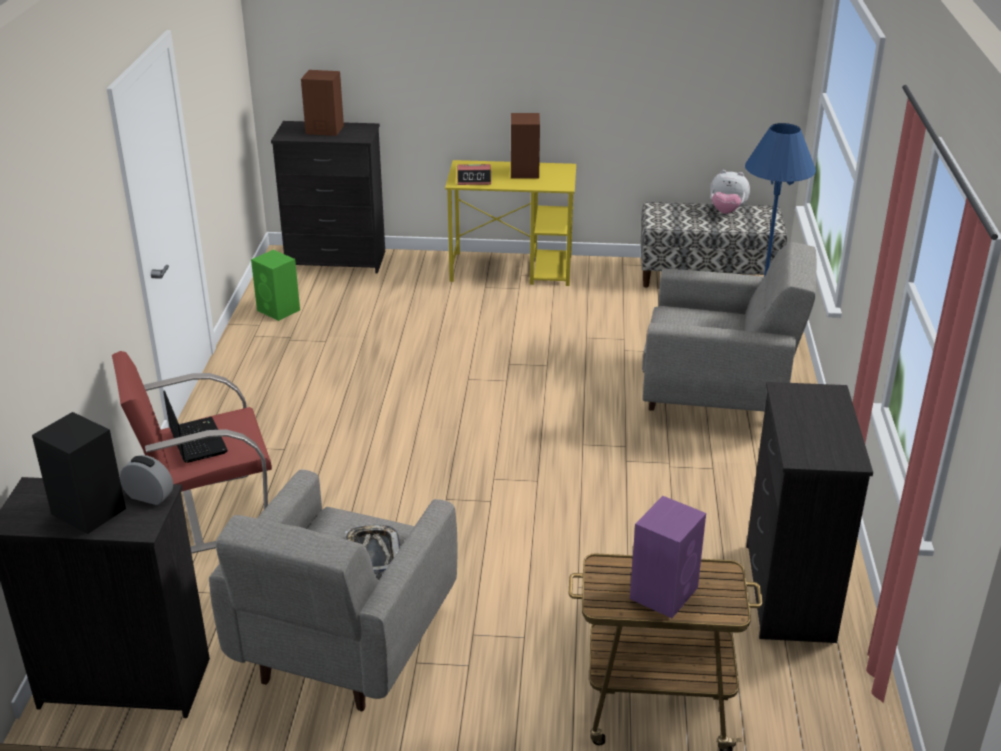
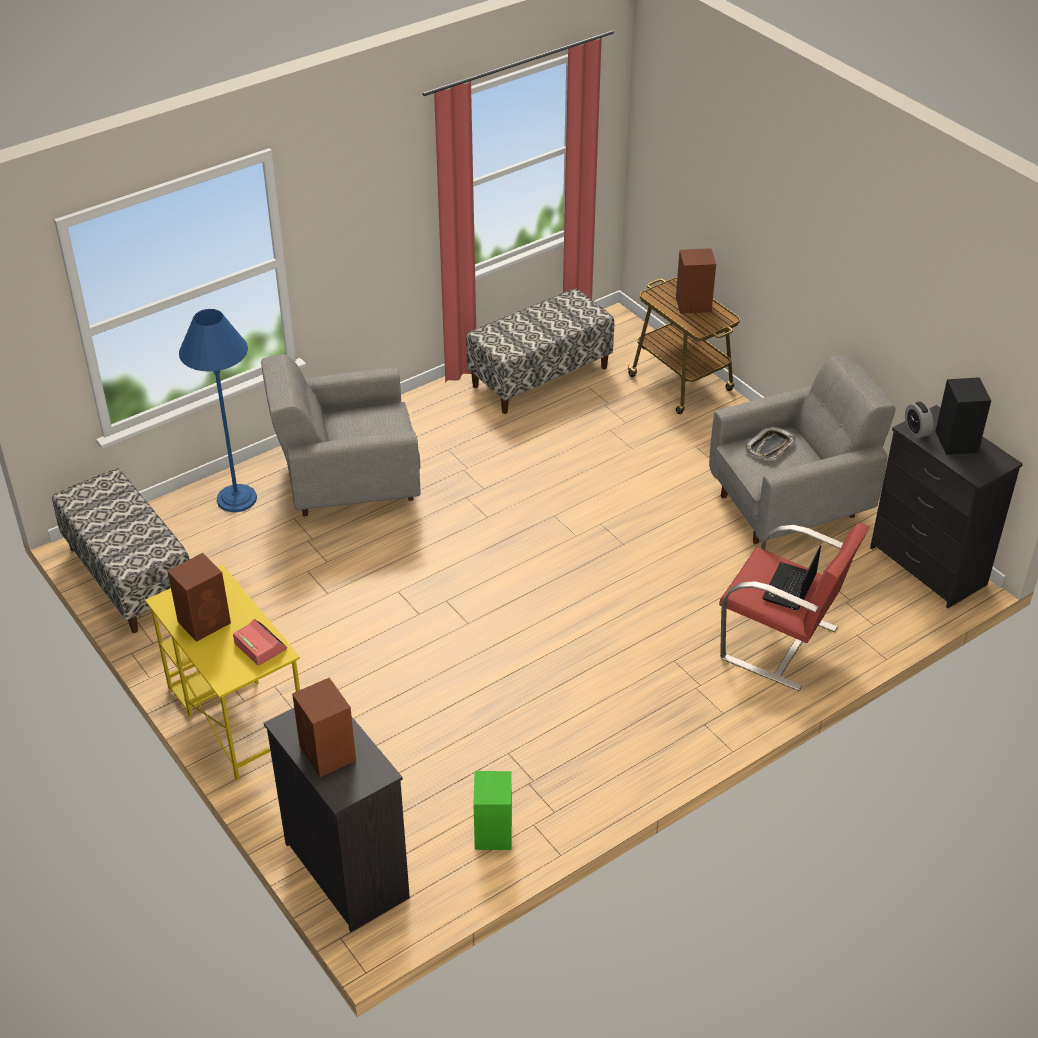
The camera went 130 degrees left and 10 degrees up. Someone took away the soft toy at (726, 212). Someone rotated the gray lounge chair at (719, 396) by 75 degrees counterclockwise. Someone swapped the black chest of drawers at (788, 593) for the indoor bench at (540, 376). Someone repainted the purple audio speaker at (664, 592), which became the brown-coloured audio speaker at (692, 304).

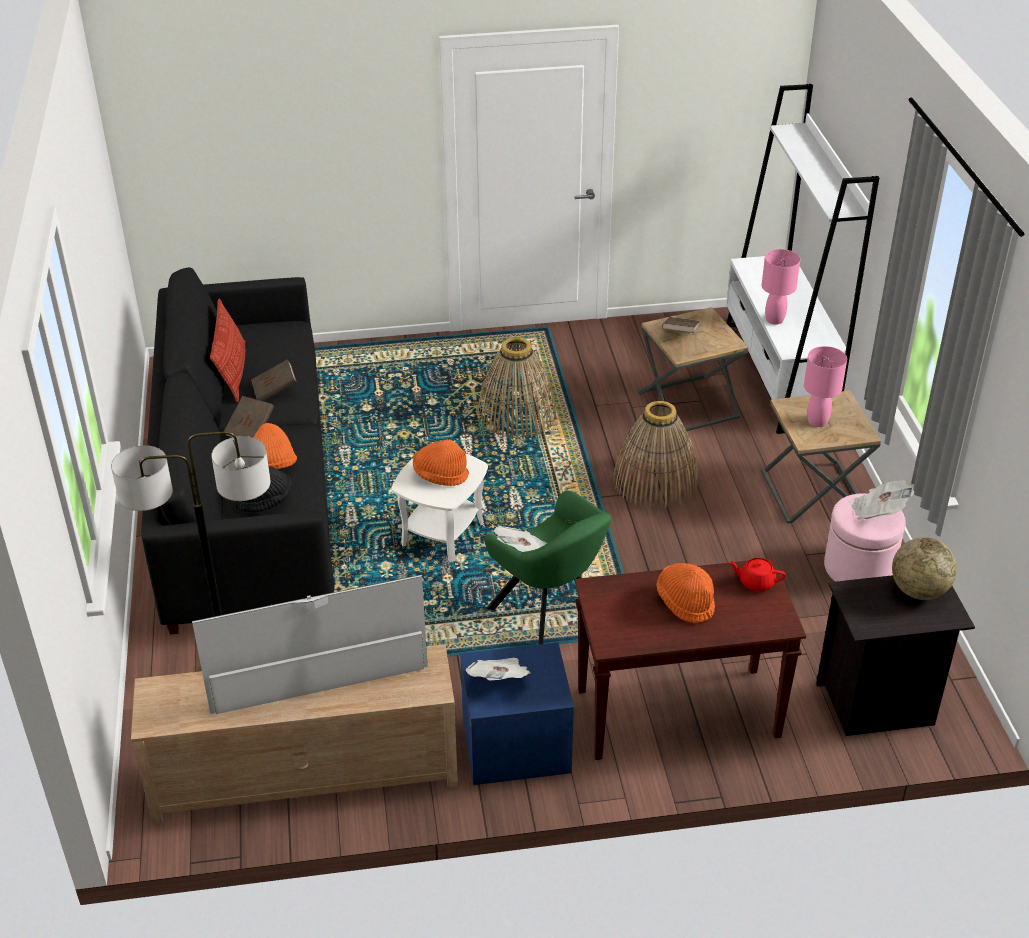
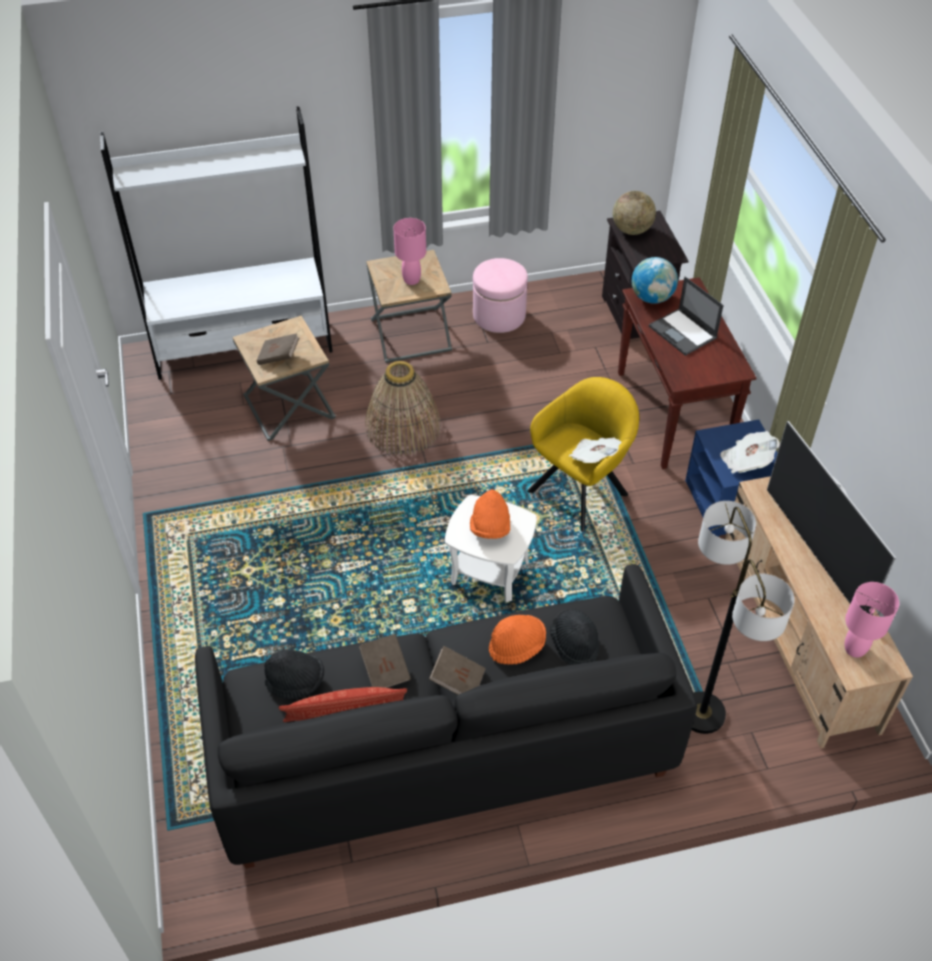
The camera went 95 degrees left and 10 degrees up. Someone carried the pinkish tabletop lamp from (774, 319) to (854, 649). Someone took away the household basket at (516, 415). Someone took away the newspaper at (878, 511). Someone repainted the green lounge chair at (550, 614), which became the yellowish lounge chair at (581, 490). Someone swapped the red-coloured teapot at (756, 582) for the world globe at (652, 298). Someone swapped the orangey hat at (685, 602) for the portable computer at (683, 332). Someone put down the black hat at (296, 682).

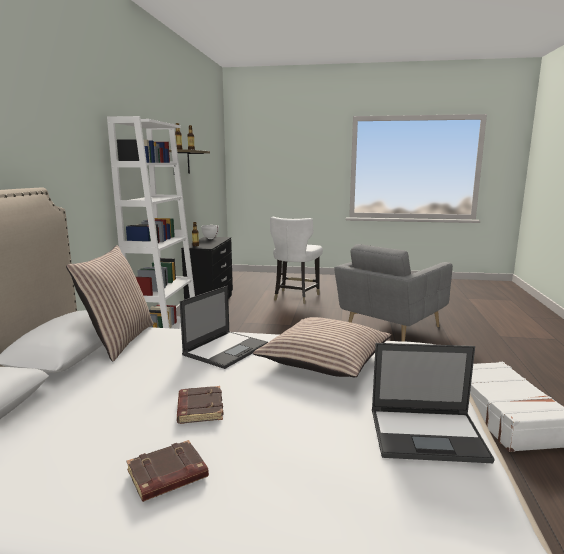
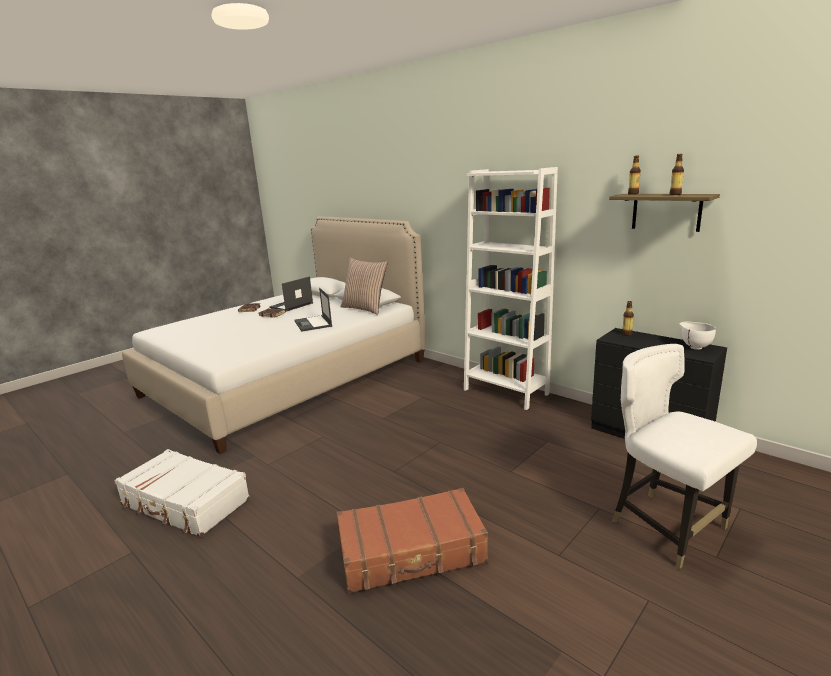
The camera went 125 degrees right and 5 degrees up. Someone swapped the gray lounge chair at (390, 330) for the brown-coloured piece of luggage at (412, 552). Someone took away the throw pillow at (324, 359). Someone carried the portable computer from (428, 434) to (291, 305).

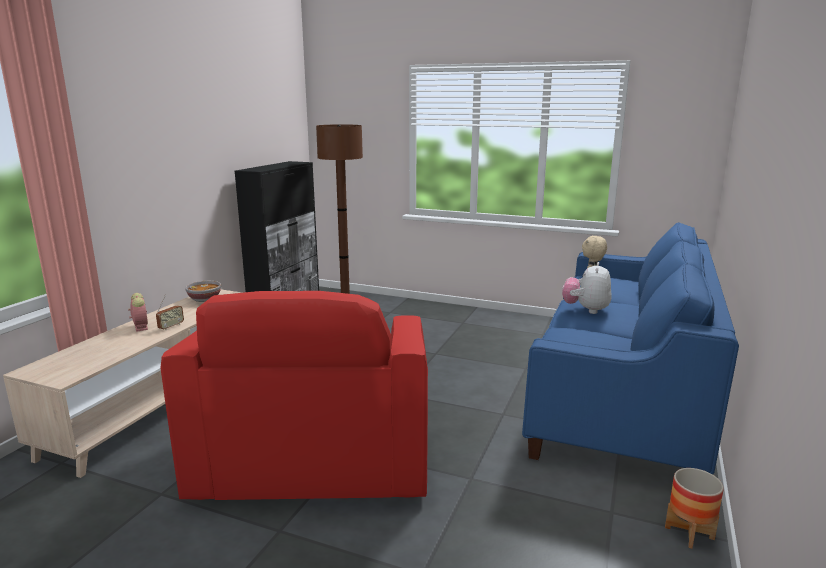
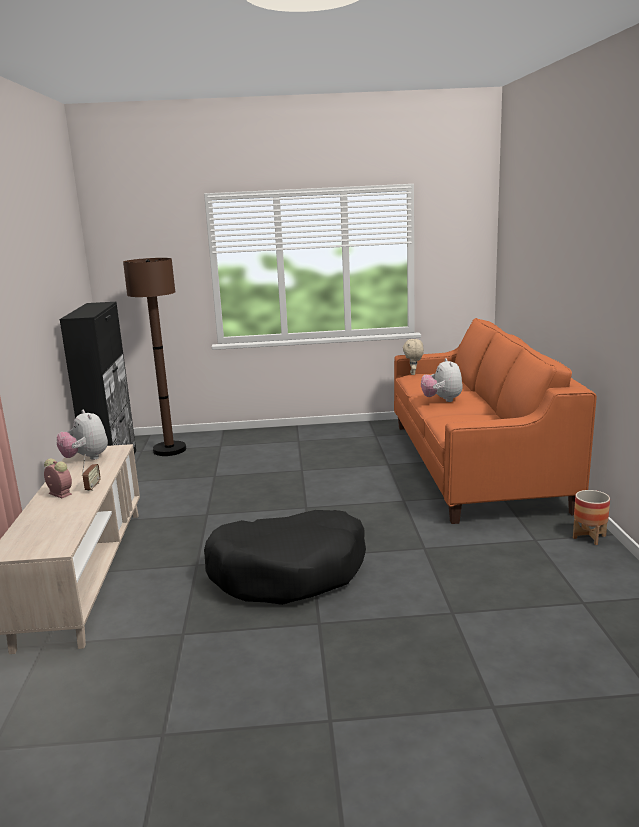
The camera went 25 degrees left and 0 degrees up. Someone repainted the blue settee at (621, 392), which became the orangey settee at (474, 464). Someone swapped the serving bowl at (204, 299) for the soft toy at (86, 458). Someone swapped the red-coloured lounge chair at (314, 459) for the black dog bed at (289, 571).

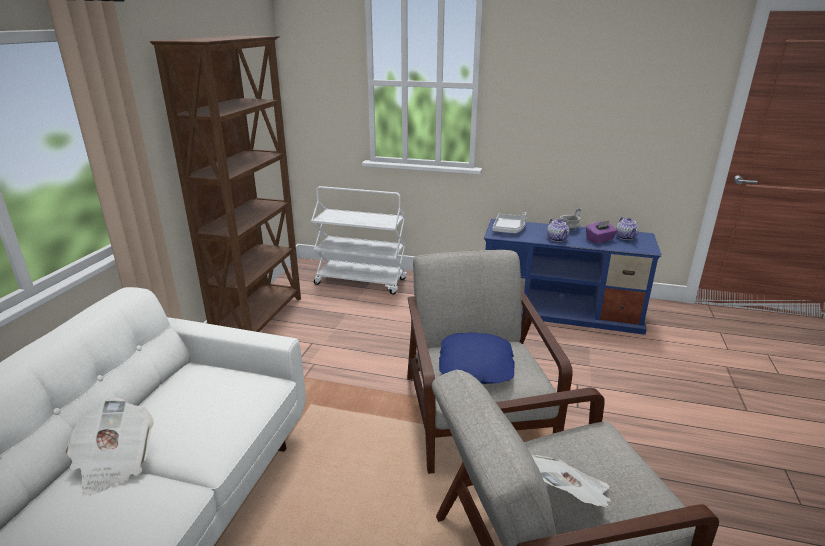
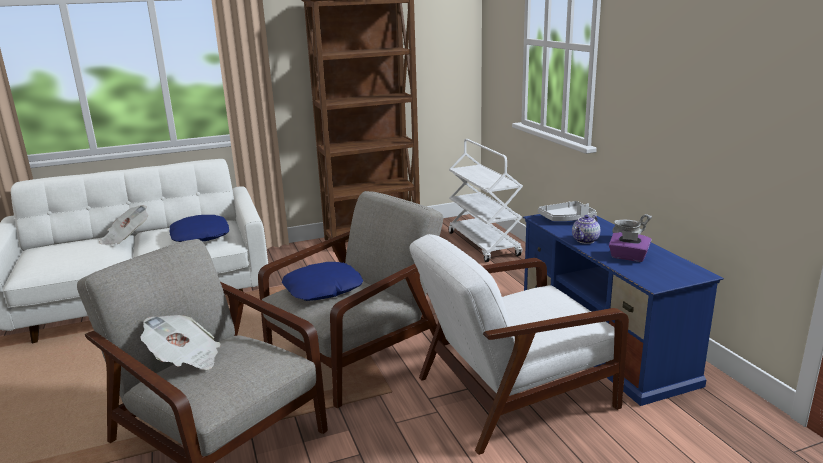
The camera went 55 degrees right and 5 degrees down. Someone took away the teapot at (626, 237). Someone put down the blue throw pillow at (201, 235). Someone put down the white-coloured lounge chair at (512, 393).

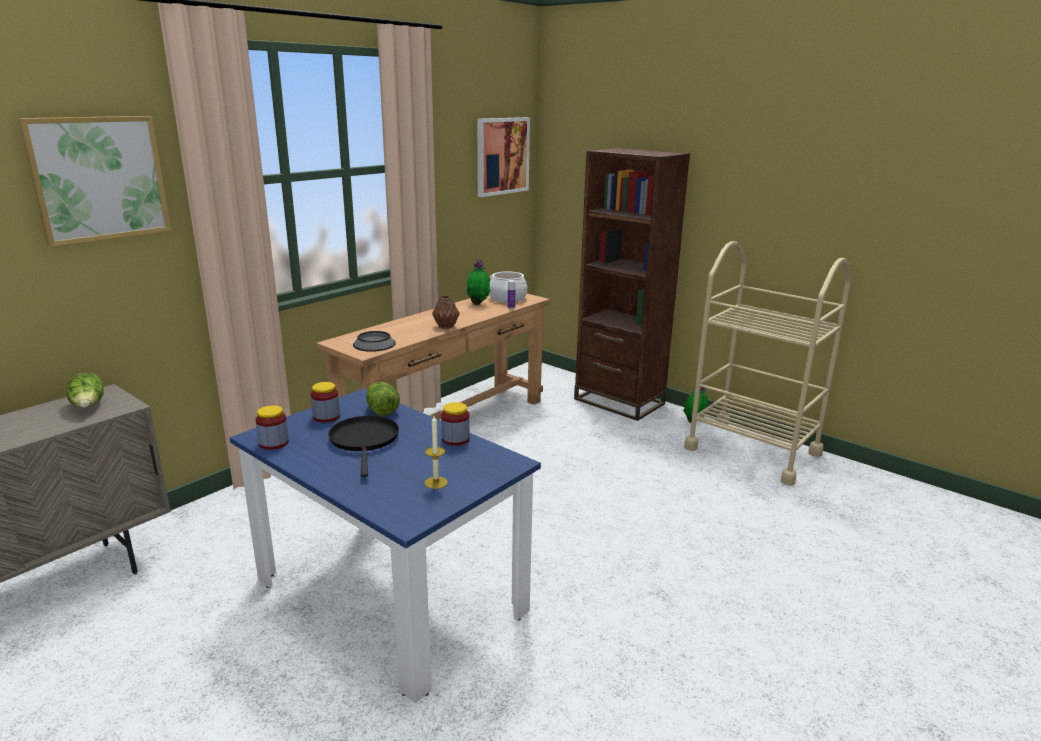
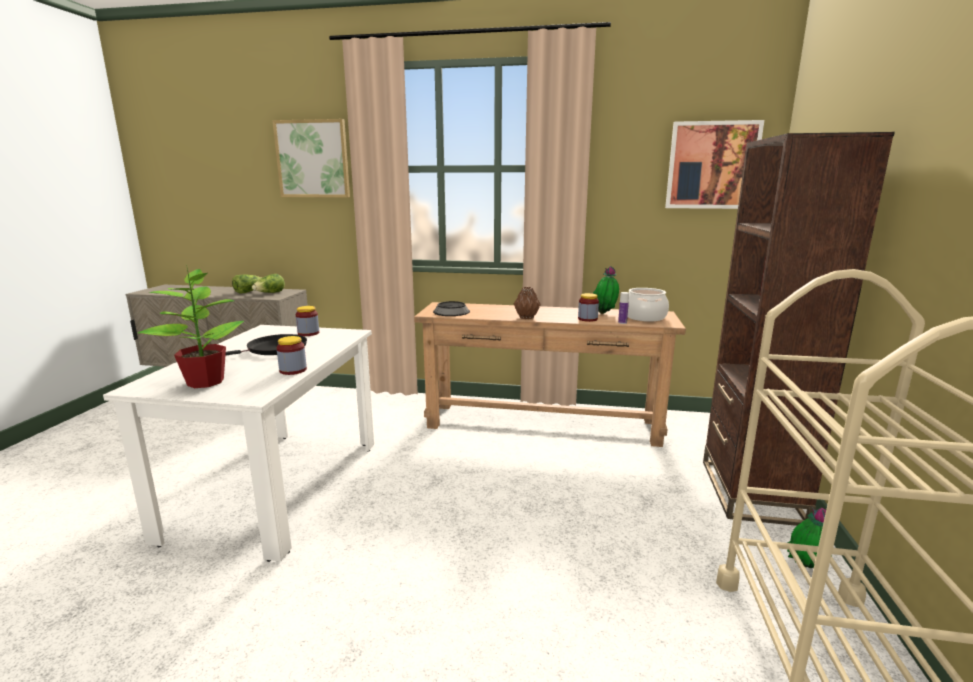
The camera went 60 degrees right and 5 degrees down. Someone carried the head of lettuce from (381, 409) to (249, 291). Someone repainted the blue kitchen table at (390, 596), which became the white-coloured kitchen table at (278, 487). Someone carried the preserve jar from (274, 443) to (587, 319). Someone swapped the candle at (436, 482) for the houseplant at (205, 381).

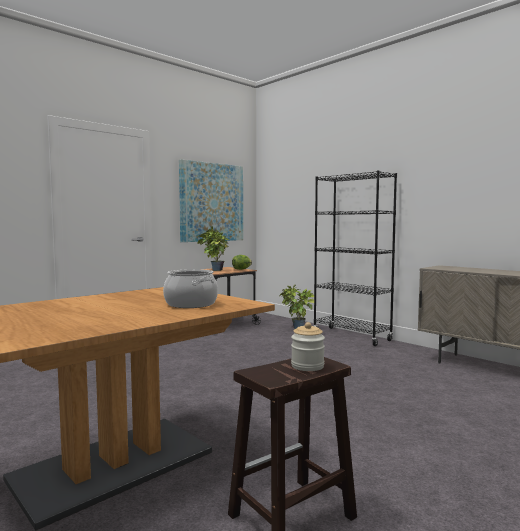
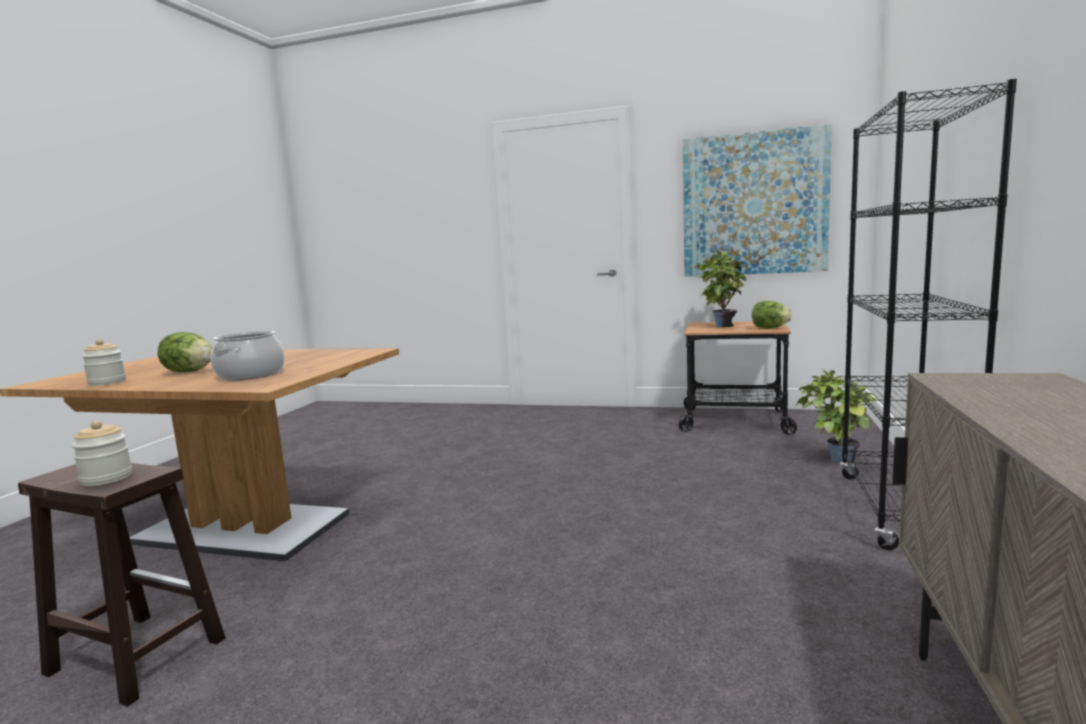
The camera went 60 degrees right and 5 degrees up. Someone put down the head of lettuce at (190, 372). Someone put down the preserve jar at (107, 382).

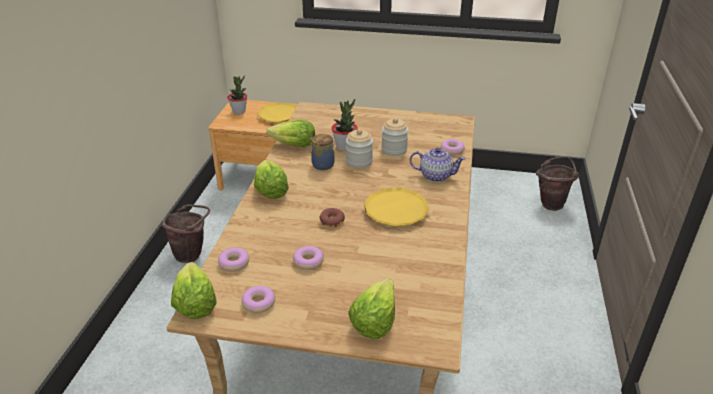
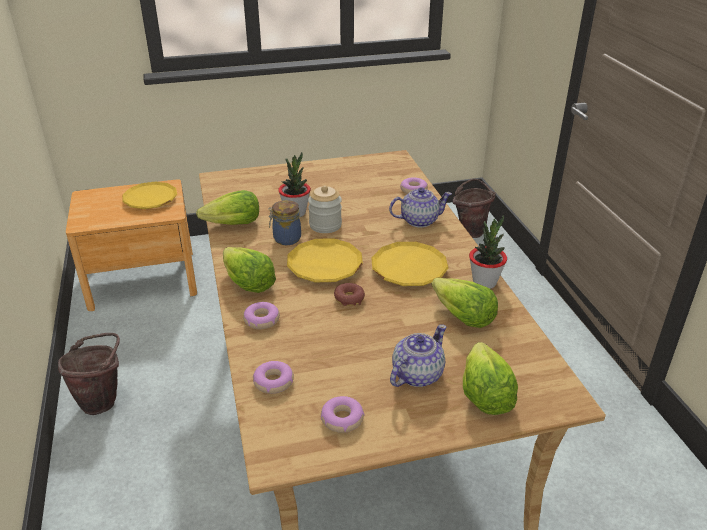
The camera went 25 degrees left and 0 degrees up. Someone carried the houseplant from (239, 111) to (484, 282). Someone took away the preserve jar at (394, 150). Someone carried the ring doughnut from (308, 261) to (261, 320). Someone carried the head of lettuce from (194, 303) to (462, 317). Someone put down the yellowish plate at (324, 265). Someone put down the teapot at (416, 375).

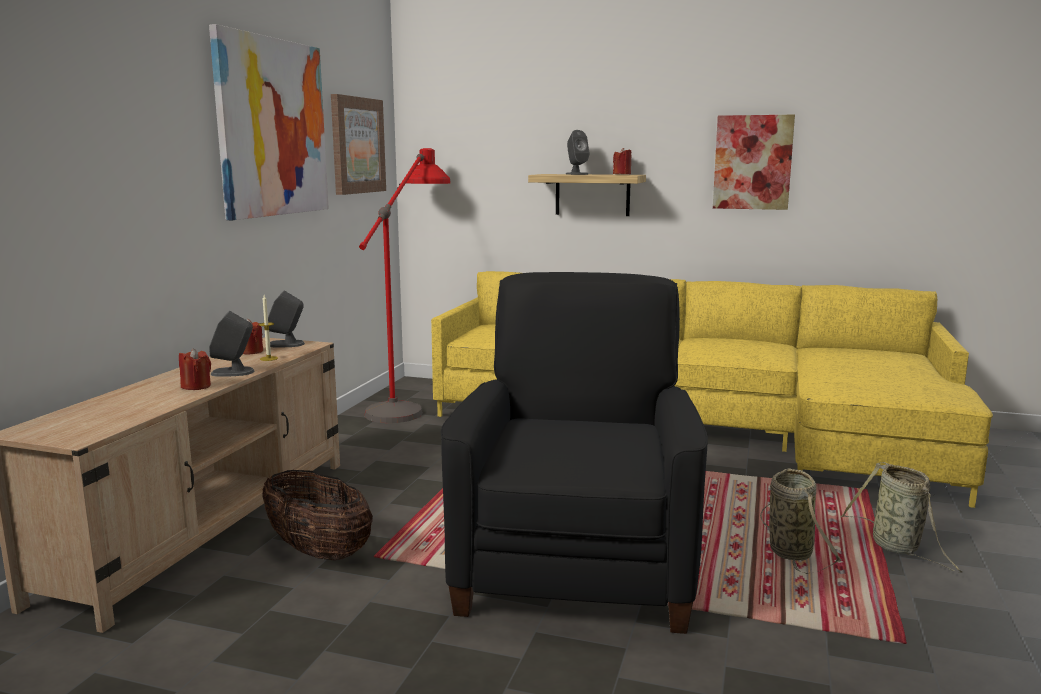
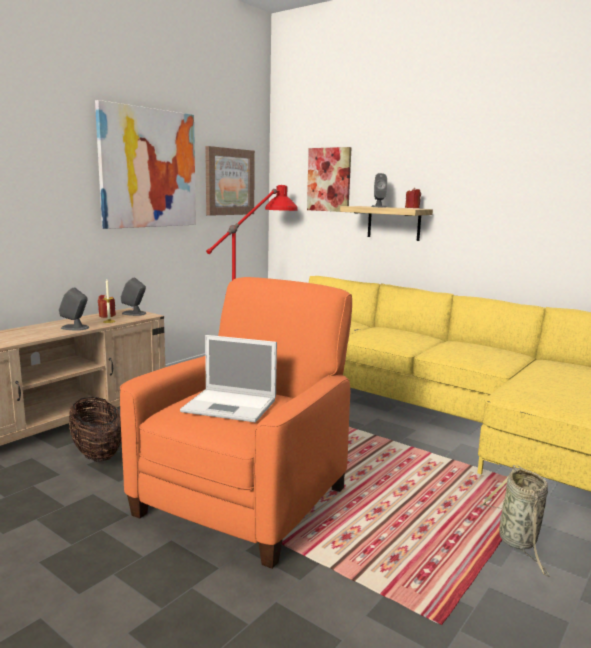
The camera went 20 degrees right and 0 degrees up. Someone carried the picture from (752, 162) to (329, 179). Someone repainted the black lounge chair at (575, 567), which became the orangey lounge chair at (244, 500). Someone took away the red-coloured candle at (196, 386). Someone took away the household basket at (789, 550). Someone put down the portable computer at (231, 406).

